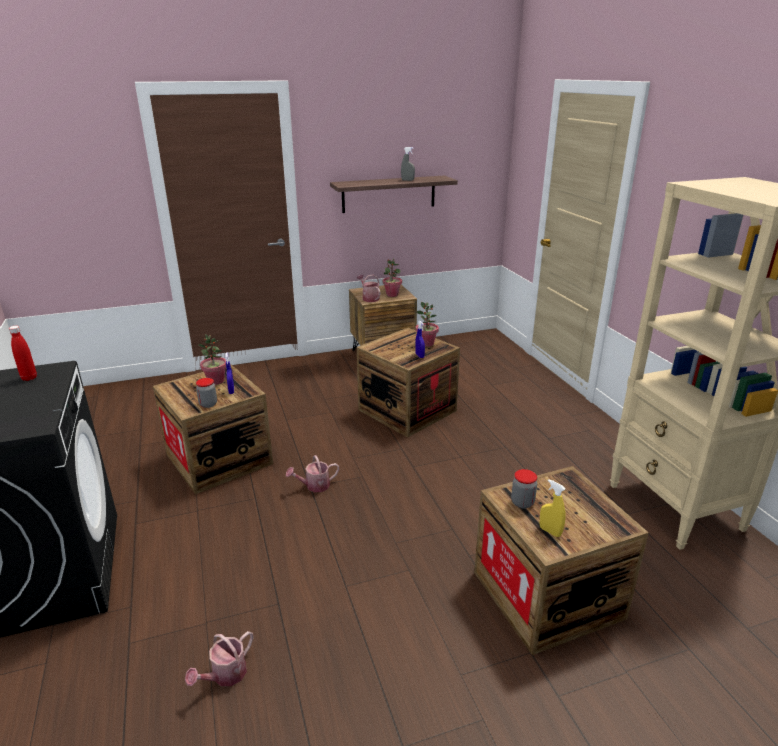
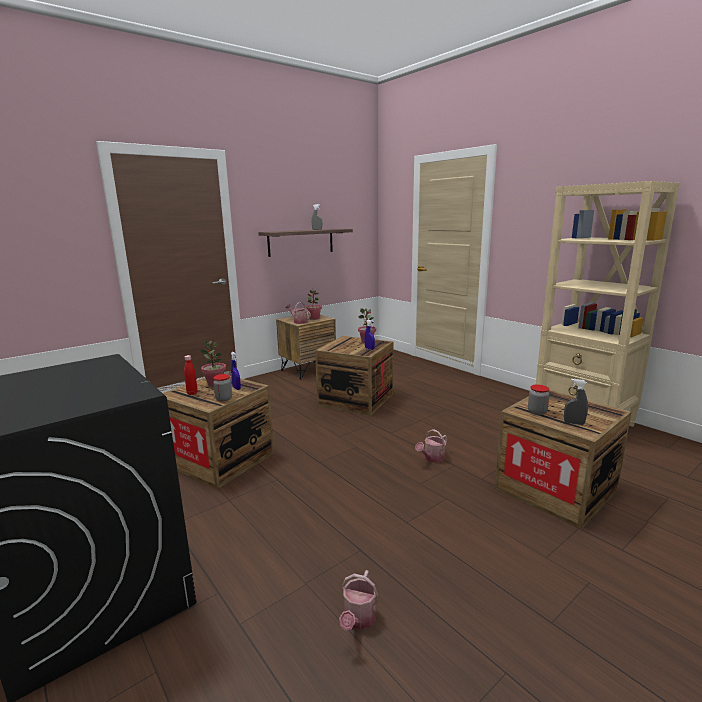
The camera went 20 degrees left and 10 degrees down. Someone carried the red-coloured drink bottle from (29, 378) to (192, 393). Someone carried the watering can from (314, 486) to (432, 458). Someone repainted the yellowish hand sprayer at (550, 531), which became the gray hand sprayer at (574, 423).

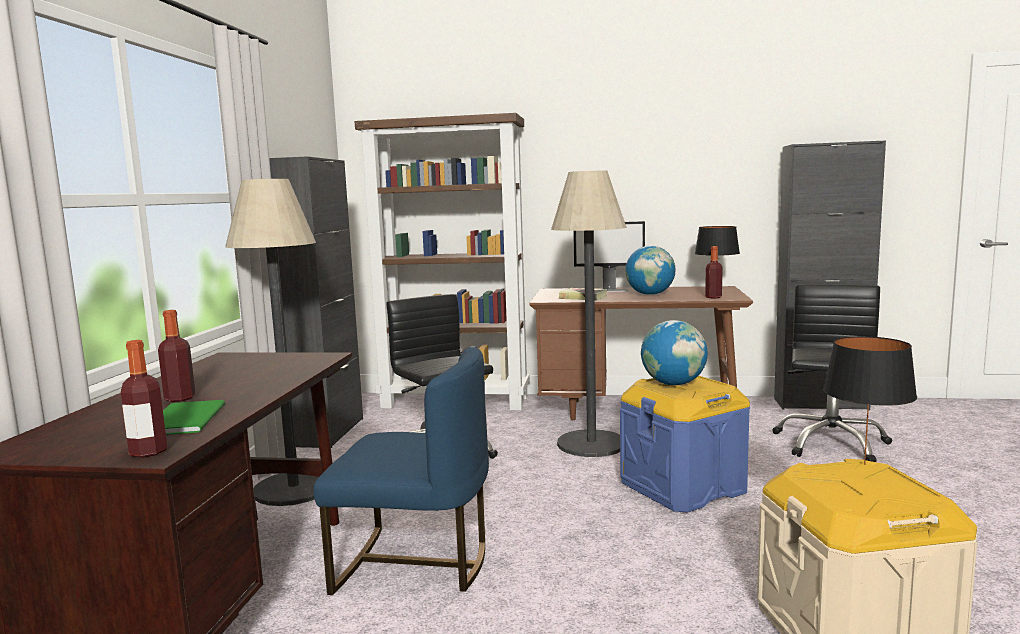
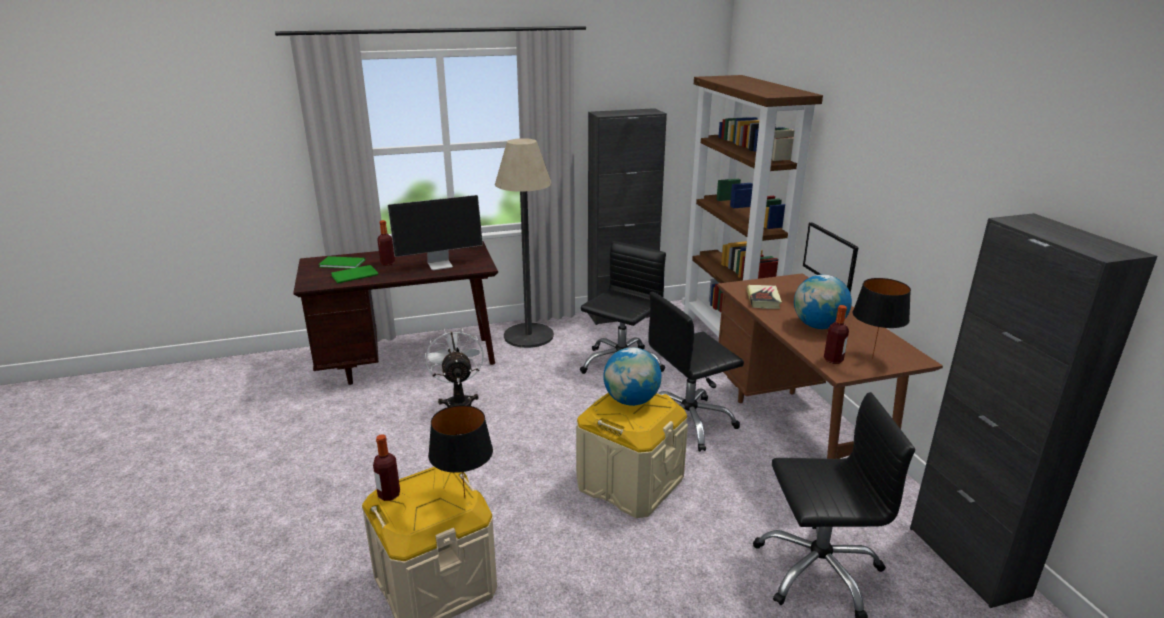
The camera went 65 degrees right and 15 degrees up. Someone swapped the standard lamp at (591, 444) for the black office chair at (688, 422). Someone carried the drink bottle from (148, 452) to (389, 494). Someone swapped the blue upright chair at (414, 564) for the white-coloured fan at (458, 402). Someone repainted the blue storage box at (683, 487), which became the sand-coloured storage box at (630, 483). Someone put down the monitor at (440, 264). Someone put down the green book at (342, 264).

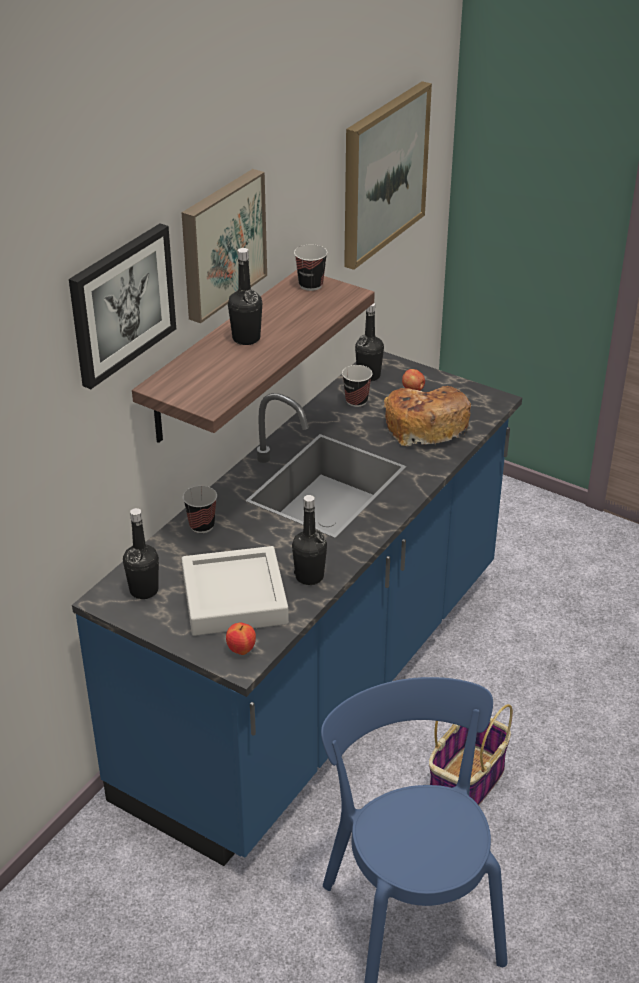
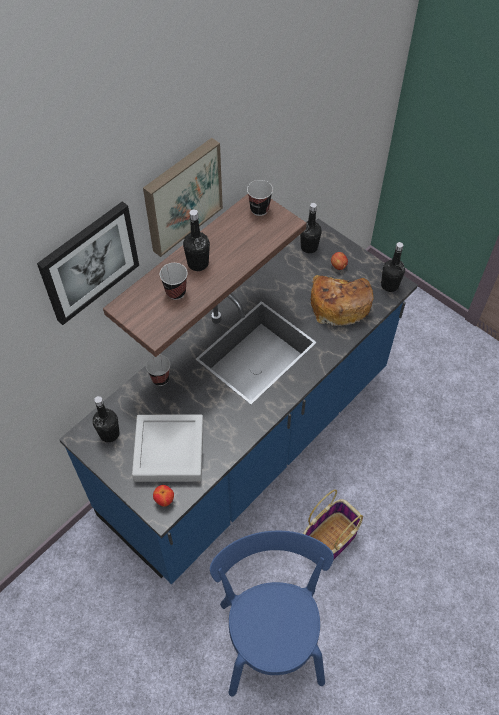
The camera went 10 degrees right and 20 degrees up. Someone took away the picture at (383, 173). Someone carried the cup from (356, 401) to (175, 292). Someone carried the black drink bottle from (309, 576) to (389, 285).

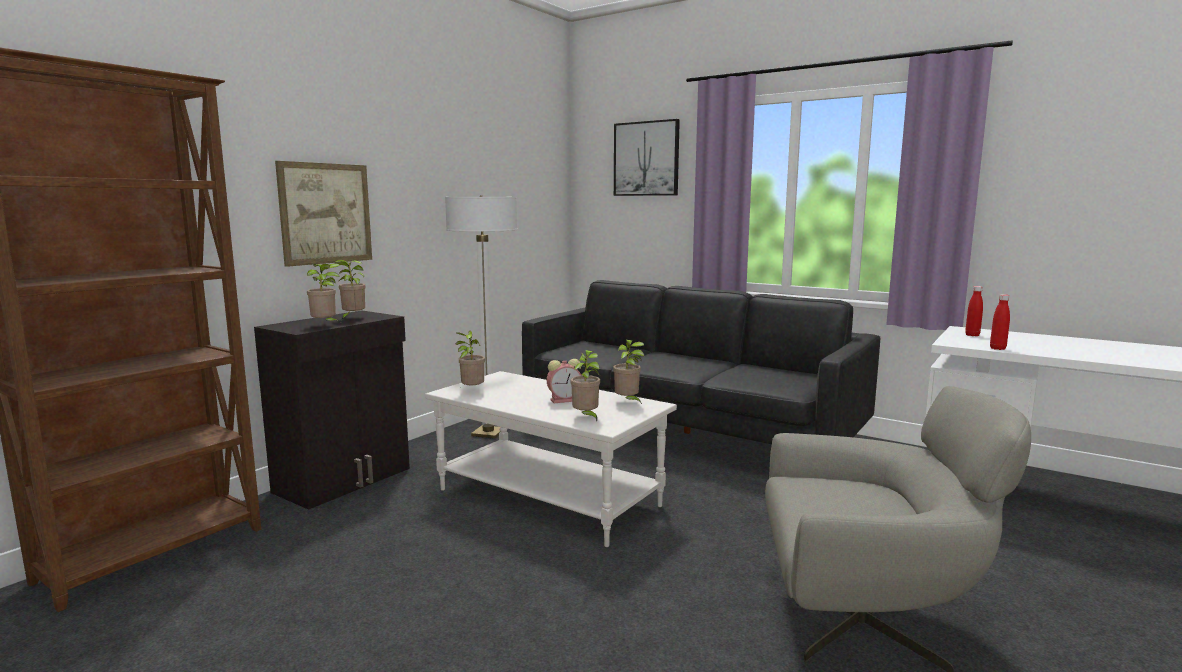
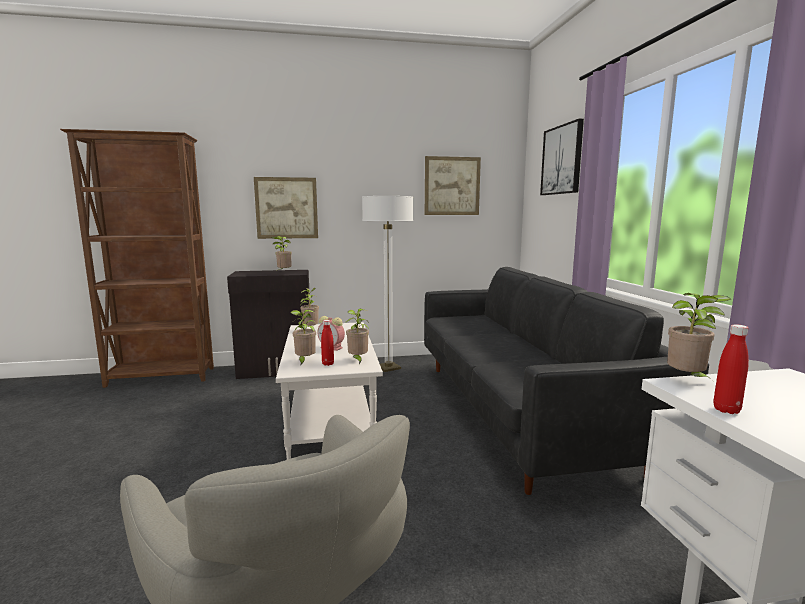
The camera went 45 degrees right and 0 degrees up. Someone carried the houseplant from (326, 325) to (688, 380). Someone carried the red-coloured drink bottle from (972, 335) to (328, 364). Someone put up the picture at (452, 186).

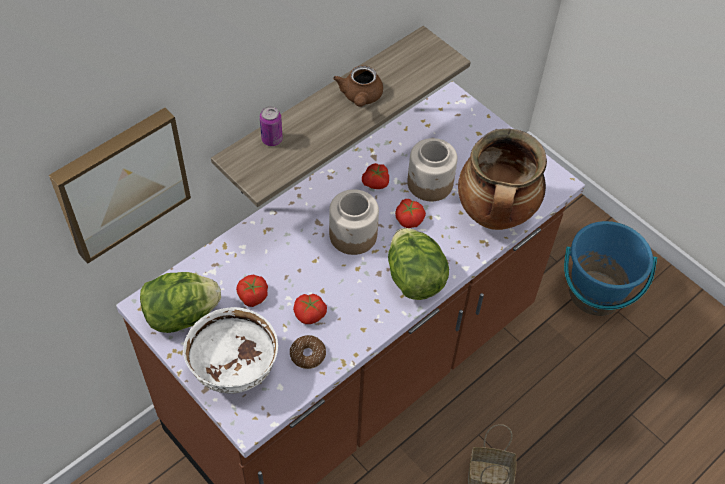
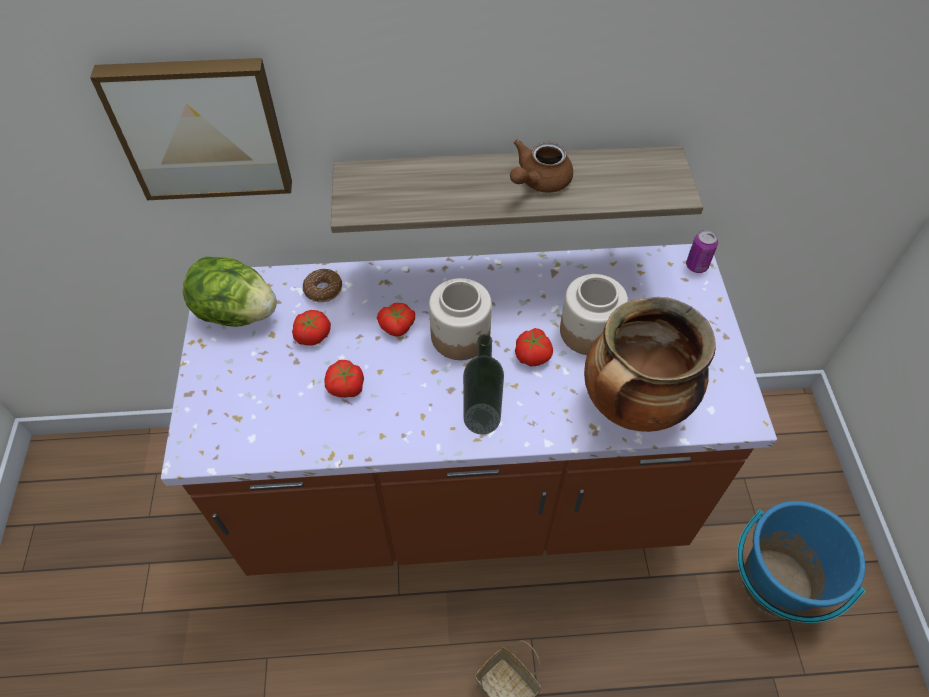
The camera went 40 degrees right and 0 degrees up. Someone carried the can from (272, 139) to (696, 266). Someone carried the fresh tomato from (376, 183) to (397, 327). Someone swapped the head of lettuce at (414, 278) for the drink bottle at (482, 418). Someone took away the white-coloured serving bowl at (234, 370). Someone carried the ring doughnut from (308, 355) to (323, 290).

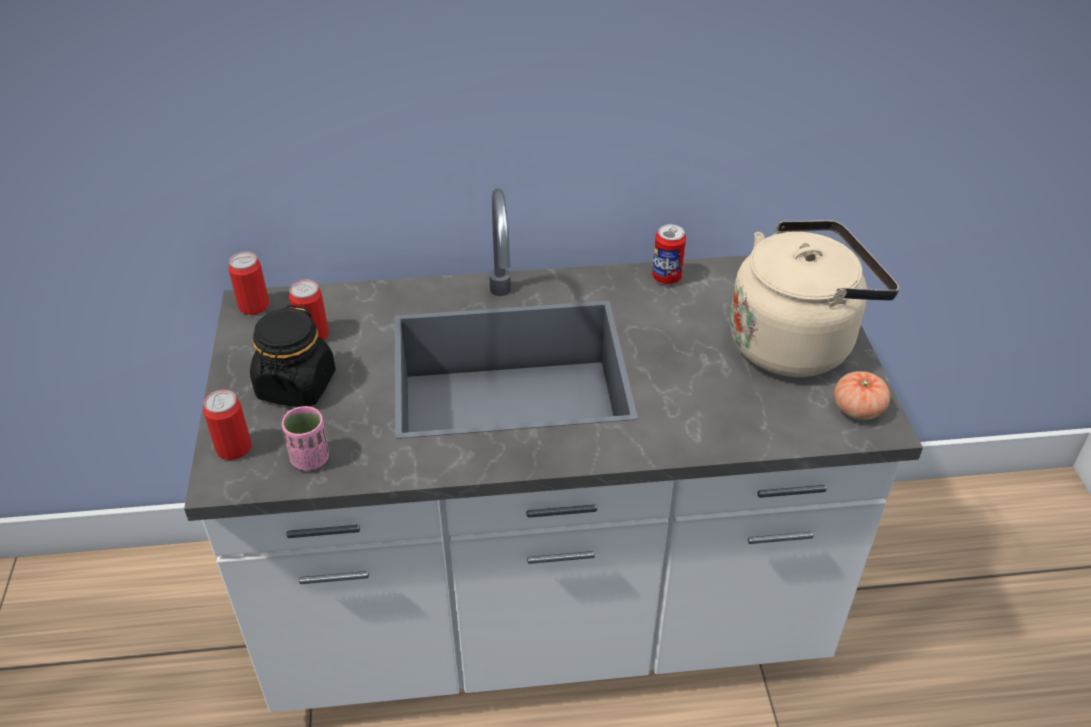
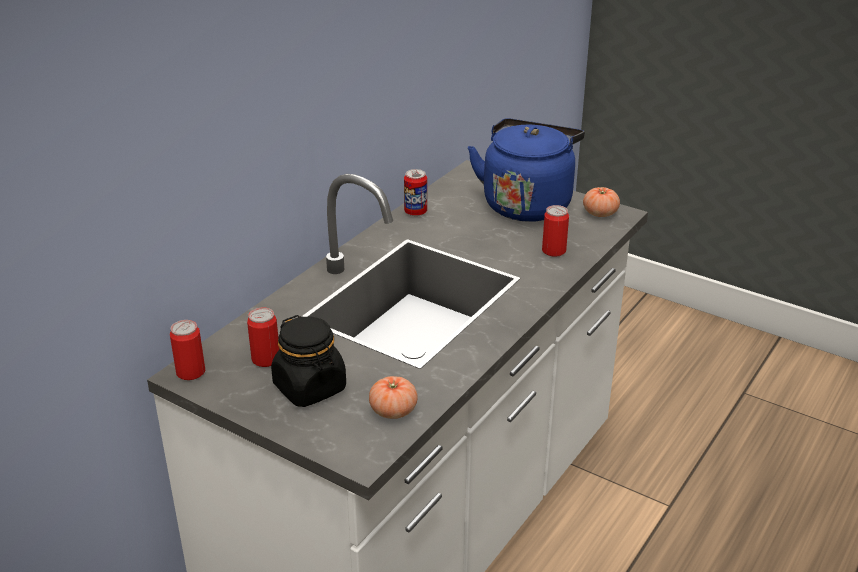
The camera went 50 degrees left and 10 degrees down. Someone repainted the sand-coloured tea kettle at (796, 342), which became the blue tea kettle at (527, 203). Someone carried the can from (234, 448) to (553, 251). Someone swapped the pinkish cup at (310, 459) for the fresh tomato at (393, 411).

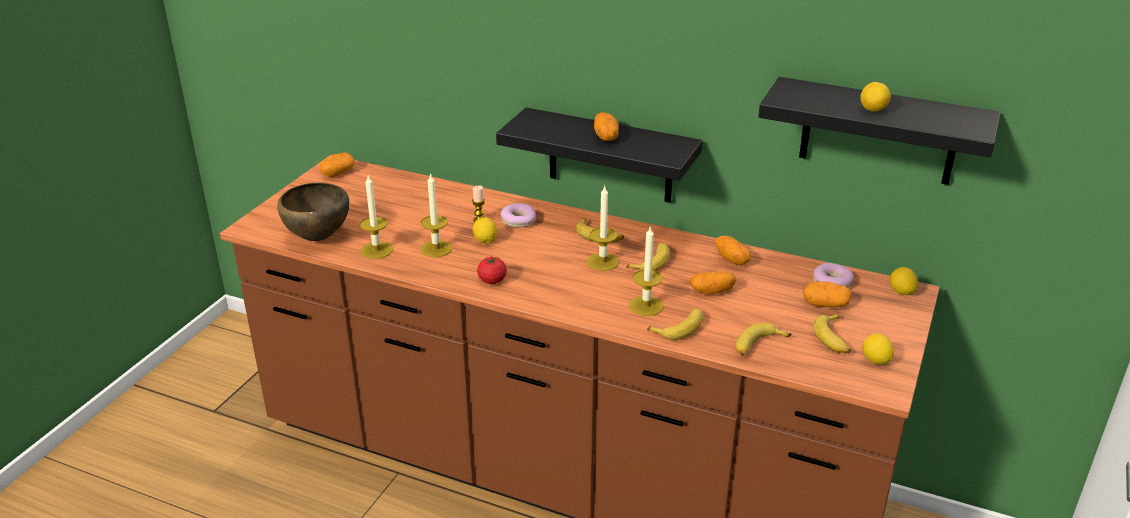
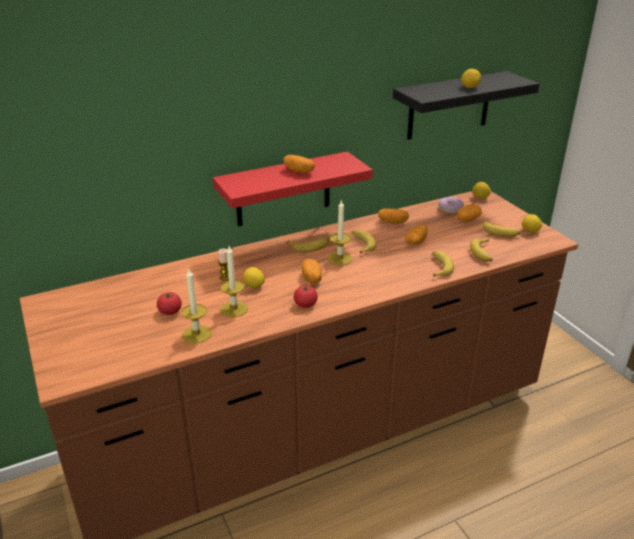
The camera went 50 degrees left and 0 degrees up. Someone repainted the black bracket shelf at (610, 156), which became the red-coloured bracket shelf at (283, 190). Someone carried the potato from (338, 173) to (311, 278). Someone took away the brown-coloured serving bowl at (317, 238). Someone took away the ring doughnut at (518, 221). Someone took away the candle at (646, 306). Someone put down the fresh tomato at (170, 311).

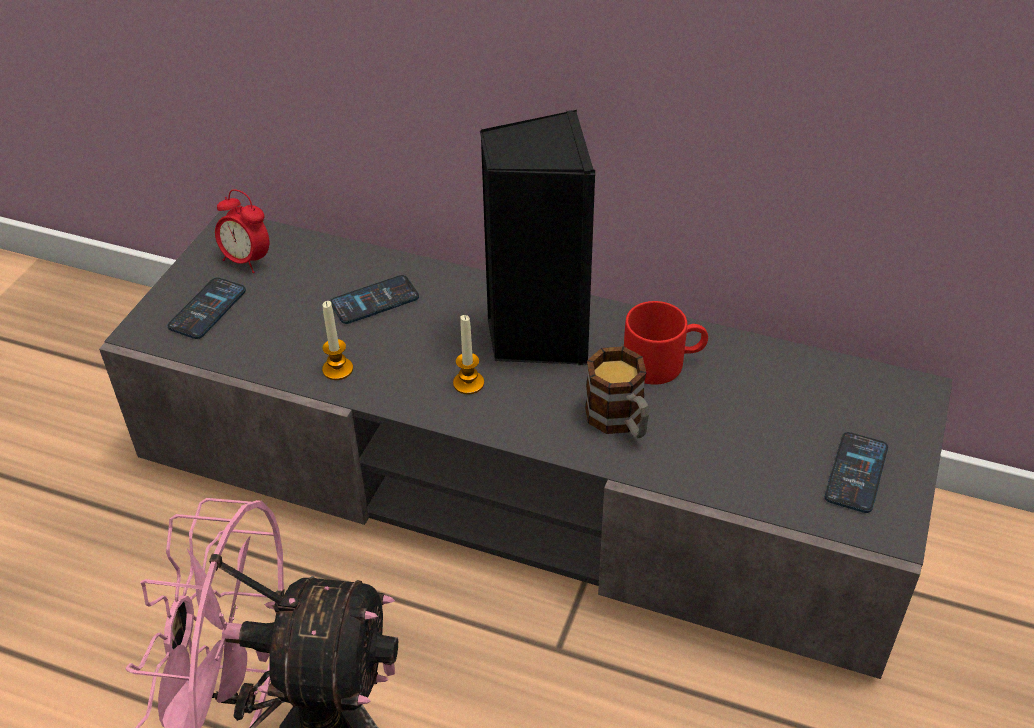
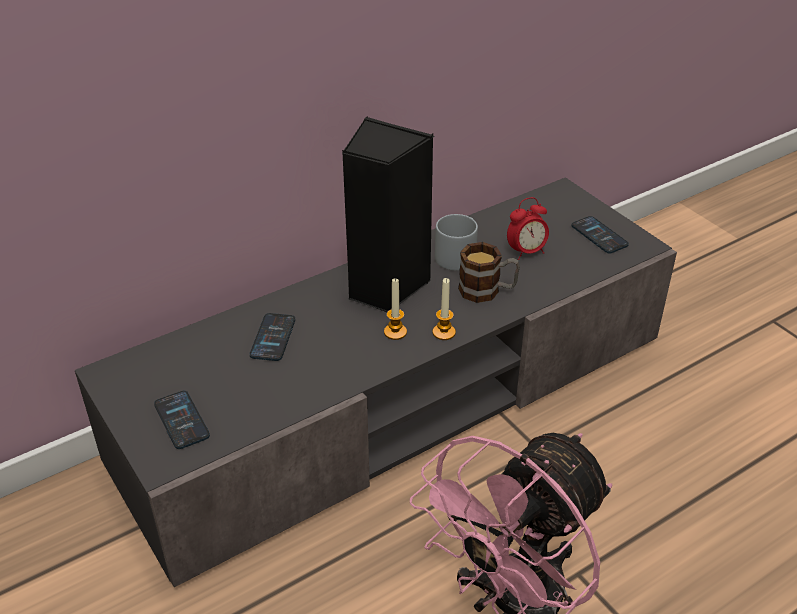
The camera went 55 degrees left and 5 degrees down. Someone carried the alarm clock from (247, 260) to (526, 252). Someone carried the candle from (337, 369) to (444, 332). Someone repainted the red-coloured mug at (663, 362), which became the gray mug at (457, 254).

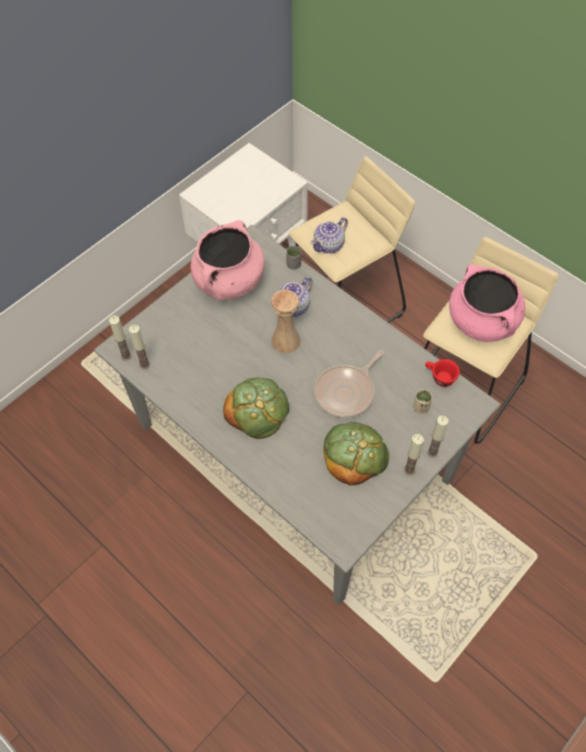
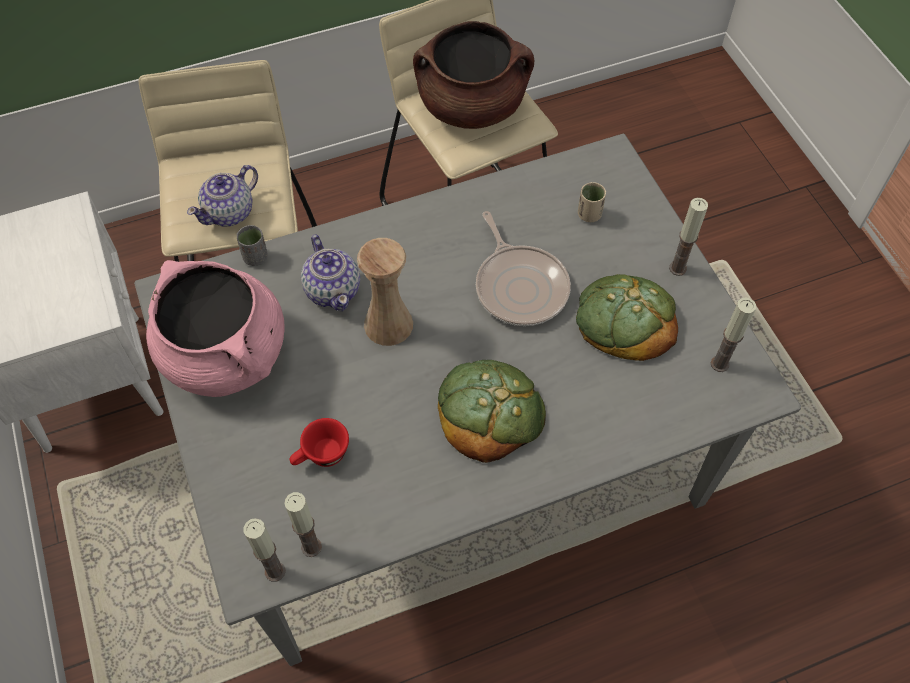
The camera went 65 degrees left and 0 degrees up. Someone rotated the teapot at (329, 245) by 60 degrees clockwise. Someone repainted the pinkish stockpot at (482, 322), which became the brown-coloured stockpot at (472, 106). Someone carried the red-coloured cup from (439, 377) to (321, 456). Someone carried the candle from (432, 452) to (719, 364).

